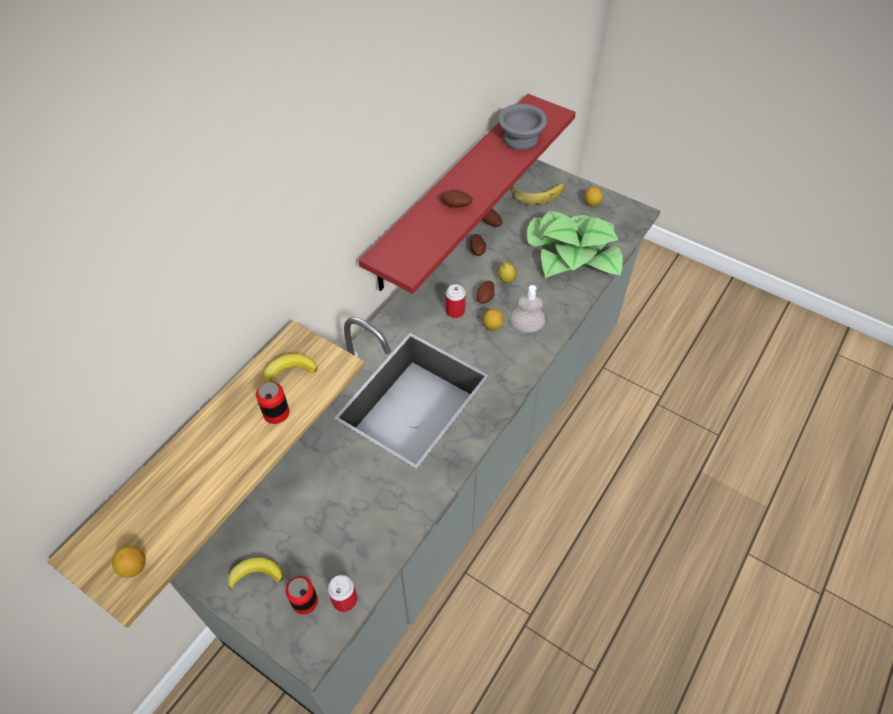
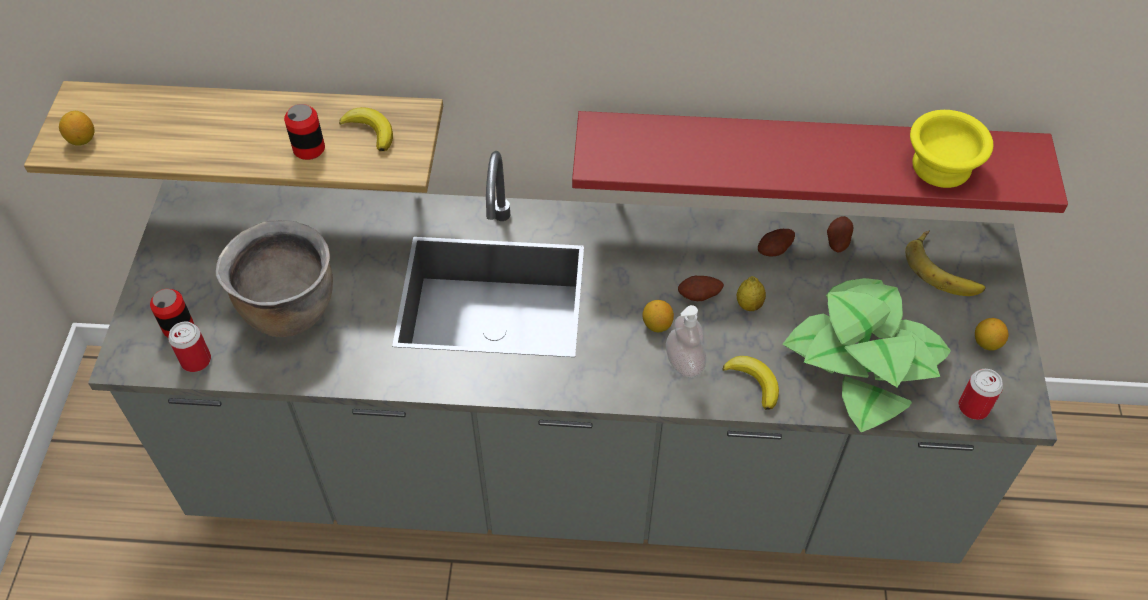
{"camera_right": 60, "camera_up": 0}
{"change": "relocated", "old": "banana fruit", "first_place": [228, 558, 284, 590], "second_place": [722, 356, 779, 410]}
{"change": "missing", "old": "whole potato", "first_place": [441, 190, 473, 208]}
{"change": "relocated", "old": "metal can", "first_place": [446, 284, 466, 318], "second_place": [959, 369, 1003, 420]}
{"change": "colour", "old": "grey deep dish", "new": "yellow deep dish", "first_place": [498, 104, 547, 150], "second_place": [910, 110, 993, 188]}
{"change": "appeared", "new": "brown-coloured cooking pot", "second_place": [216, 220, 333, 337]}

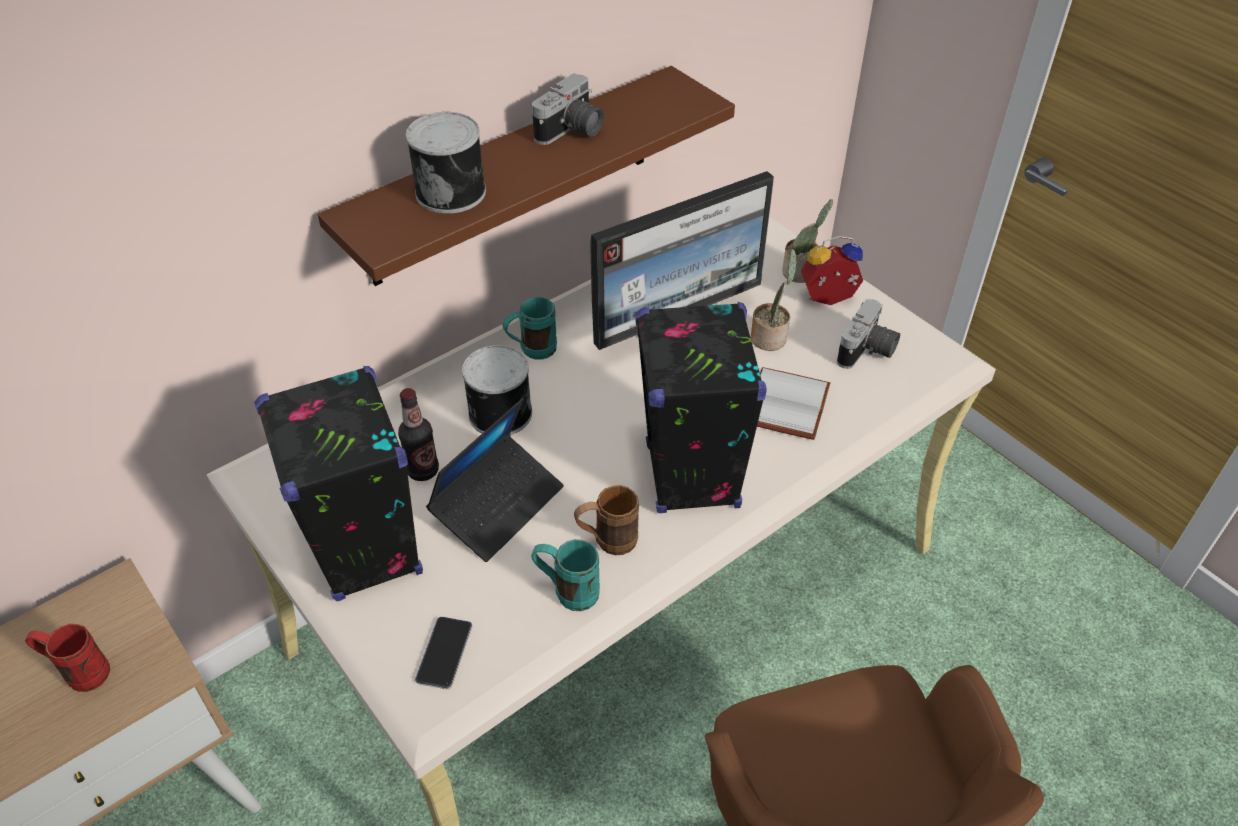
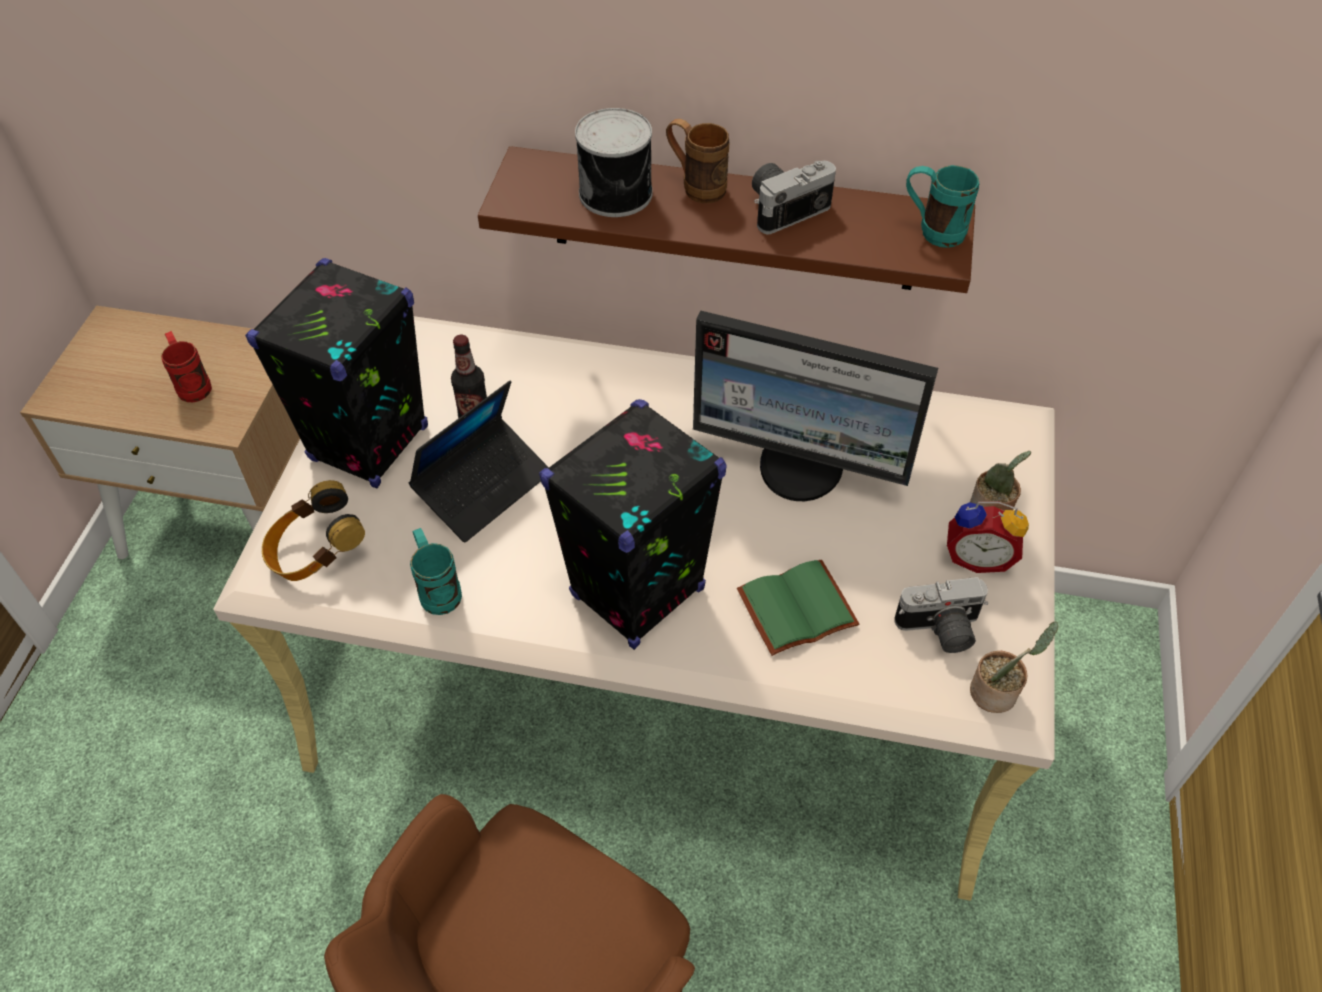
{"camera_right": 50, "camera_up": 5}
{"change": "exchanged", "old": "telephone", "new": "pair of headphones", "first_place": [415, 617, 473, 689], "second_place": [262, 480, 365, 581]}
{"change": "spun", "old": "notebook computer", "first_place": [426, 398, 564, 562], "second_place": [409, 381, 549, 542], "degrees": -45}
{"change": "missing", "old": "metal can", "first_place": [462, 345, 532, 435]}
{"change": "relocated", "old": "turquoise-coloured mug", "first_place": [503, 297, 557, 360], "second_place": [906, 165, 979, 248]}
{"change": "spun", "old": "still camera", "first_place": [532, 73, 604, 145], "second_place": [752, 161, 836, 235], "degrees": 150}
{"change": "relocated", "old": "brown-coloured mug", "first_place": [574, 485, 639, 555], "second_place": [666, 119, 729, 203]}
{"change": "relocated", "old": "plant in a pot", "first_place": [751, 249, 797, 351], "second_place": [970, 622, 1058, 713]}
{"change": "colour", "old": "white volume", "new": "green-coloured volume", "first_place": [757, 367, 830, 440], "second_place": [737, 559, 859, 656]}
{"change": "spun", "old": "alarm clock", "first_place": [801, 236, 863, 305], "second_place": [947, 501, 1029, 573], "degrees": 150}

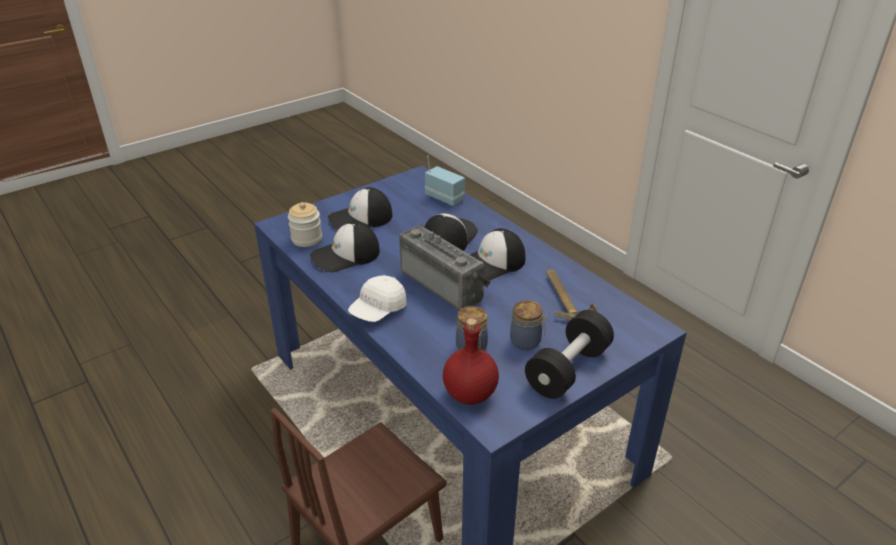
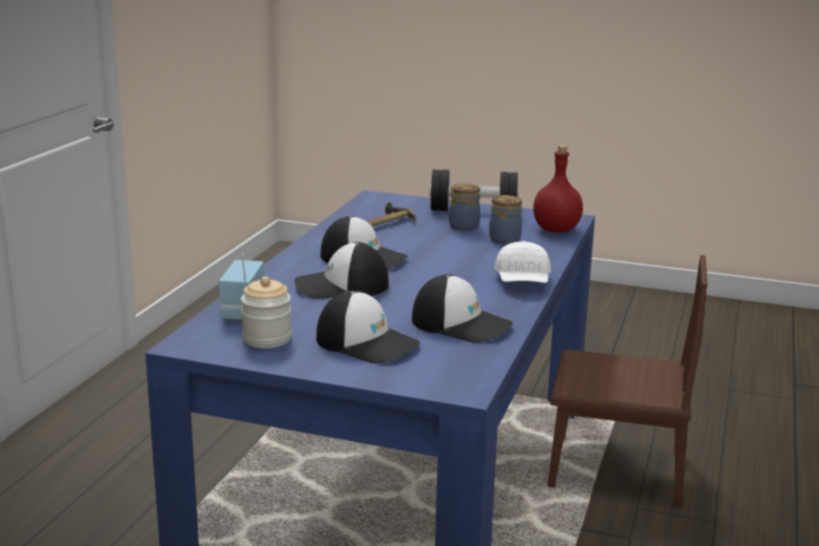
{"camera_right": -125, "camera_up": -15}
{"change": "relocated", "old": "storage jar", "first_place": [288, 202, 322, 247], "second_place": [241, 276, 292, 348]}
{"change": "spun", "old": "white cap", "first_place": [348, 275, 407, 322], "second_place": [494, 241, 551, 283], "degrees": 90}
{"change": "missing", "old": "radio", "first_place": [399, 225, 491, 310]}

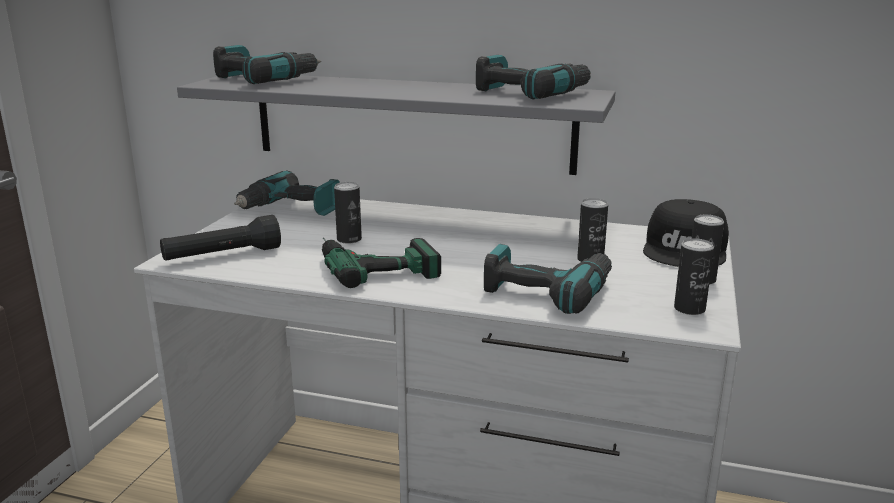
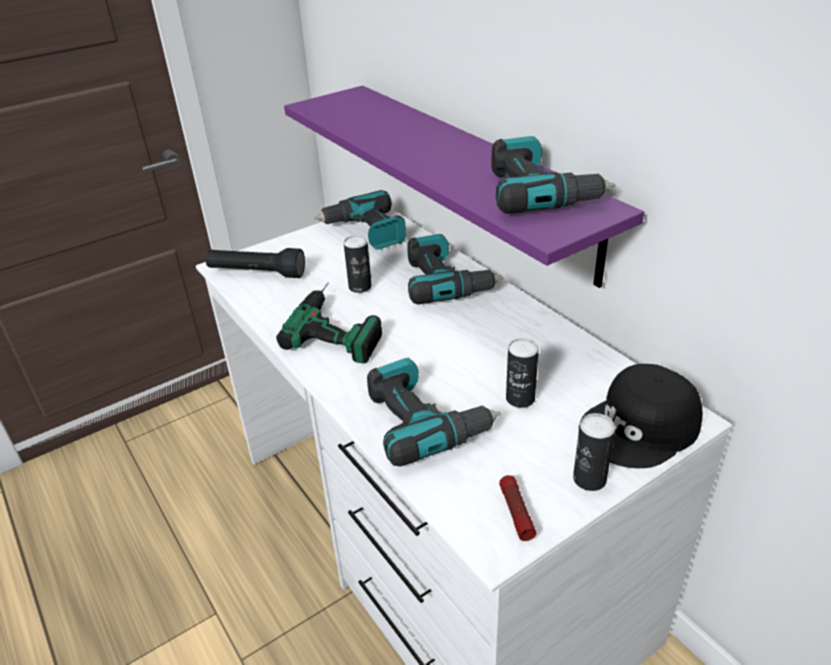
{"camera_right": 40, "camera_up": 15}
{"change": "colour", "old": "grey wall shelf", "new": "purplish wall shelf", "first_place": [177, 75, 615, 175], "second_place": [284, 86, 644, 288]}
{"change": "relocated", "old": "electric drill", "first_place": [213, 45, 321, 84], "second_place": [407, 234, 503, 305]}
{"change": "exchanged", "old": "metal can", "new": "hand torch", "first_place": [674, 238, 714, 315], "second_place": [499, 475, 536, 541]}

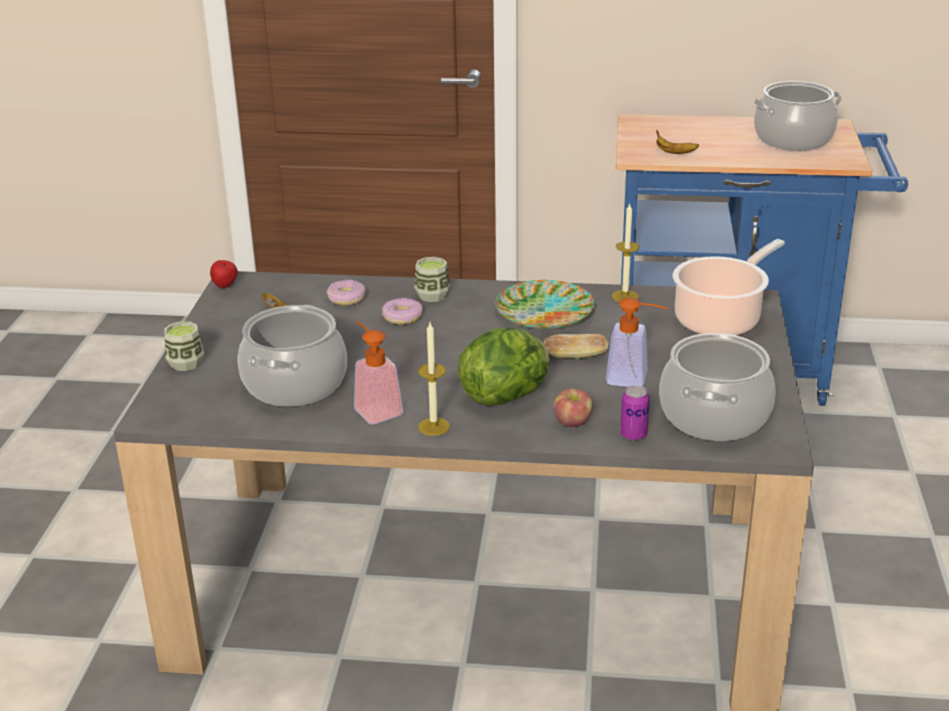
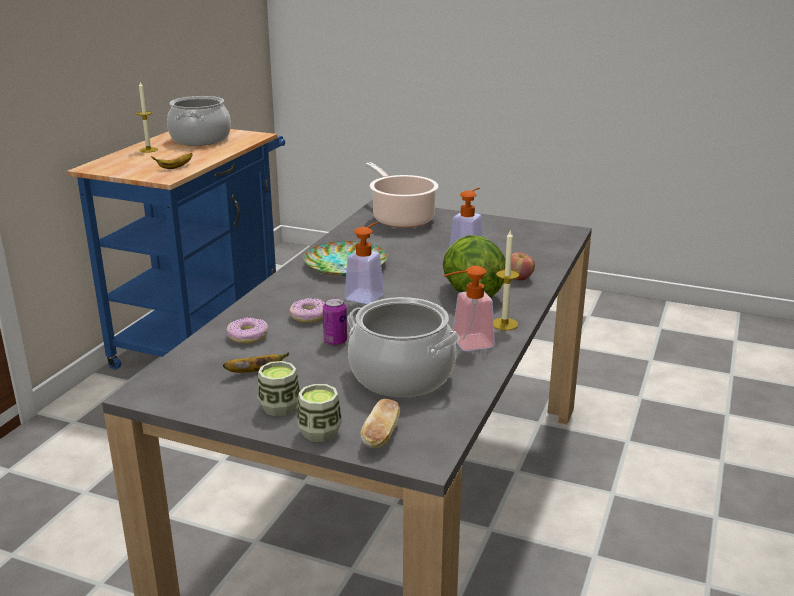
{"camera_right": -75, "camera_up": -5}
{"change": "missing", "old": "apple", "first_place": [210, 260, 238, 288]}
{"change": "relocated", "old": "small cup", "first_place": [414, 257, 450, 302], "second_place": [257, 361, 300, 416]}
{"change": "relocated", "old": "baked bread", "first_place": [544, 334, 609, 359], "second_place": [360, 399, 400, 448]}
{"change": "relocated", "old": "candle", "first_place": [612, 203, 639, 302], "second_place": [136, 82, 158, 153]}
{"change": "relocated", "old": "metal can", "first_place": [620, 385, 650, 440], "second_place": [323, 298, 347, 346]}
{"change": "missing", "old": "cooking pot", "first_place": [659, 333, 775, 441]}
{"change": "appeared", "new": "soap bottle", "second_place": [345, 222, 384, 304]}

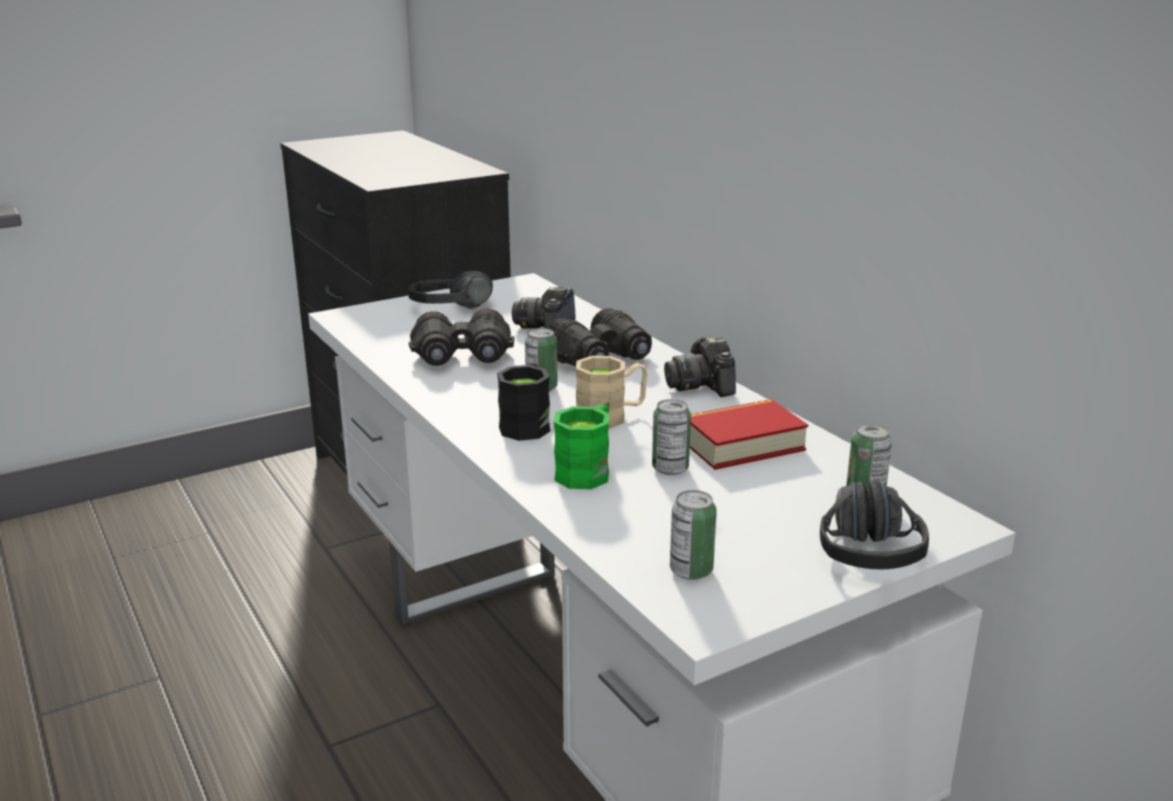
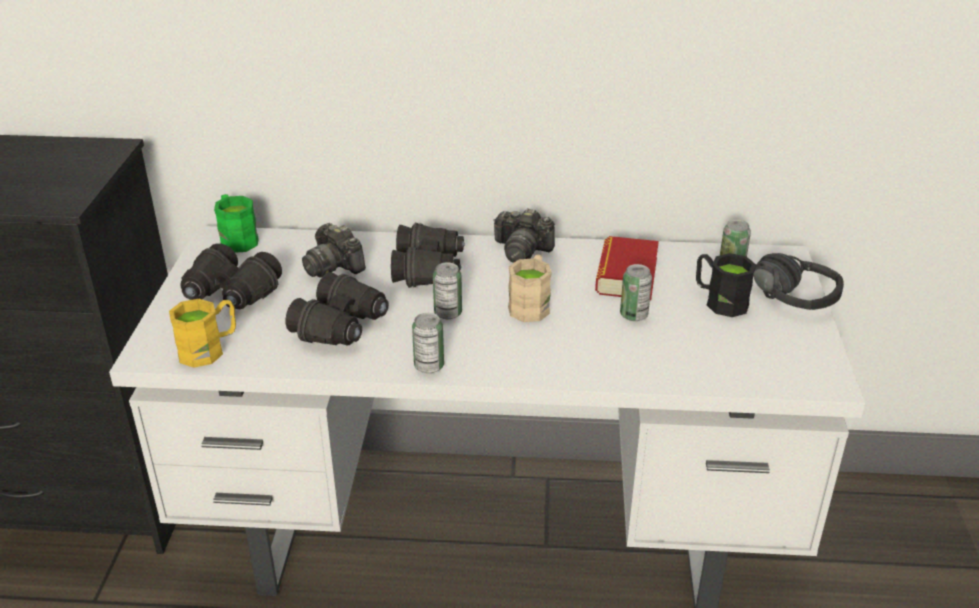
{"camera_right": -55, "camera_up": 10}
{"change": "exchanged", "old": "blackish pair of headphones", "new": "blackish binoculars", "first_place": [408, 271, 493, 309], "second_place": [180, 243, 282, 309]}
{"change": "relocated", "old": "blackish mug", "first_place": [497, 363, 550, 441], "second_place": [696, 253, 756, 317]}
{"change": "relocated", "old": "green-coloured mug", "first_place": [554, 405, 609, 489], "second_place": [214, 194, 259, 253]}
{"change": "relocated", "old": "metal can", "first_place": [670, 490, 717, 580], "second_place": [412, 313, 444, 373]}
{"change": "appeared", "new": "yellow mug", "second_place": [169, 299, 236, 368]}

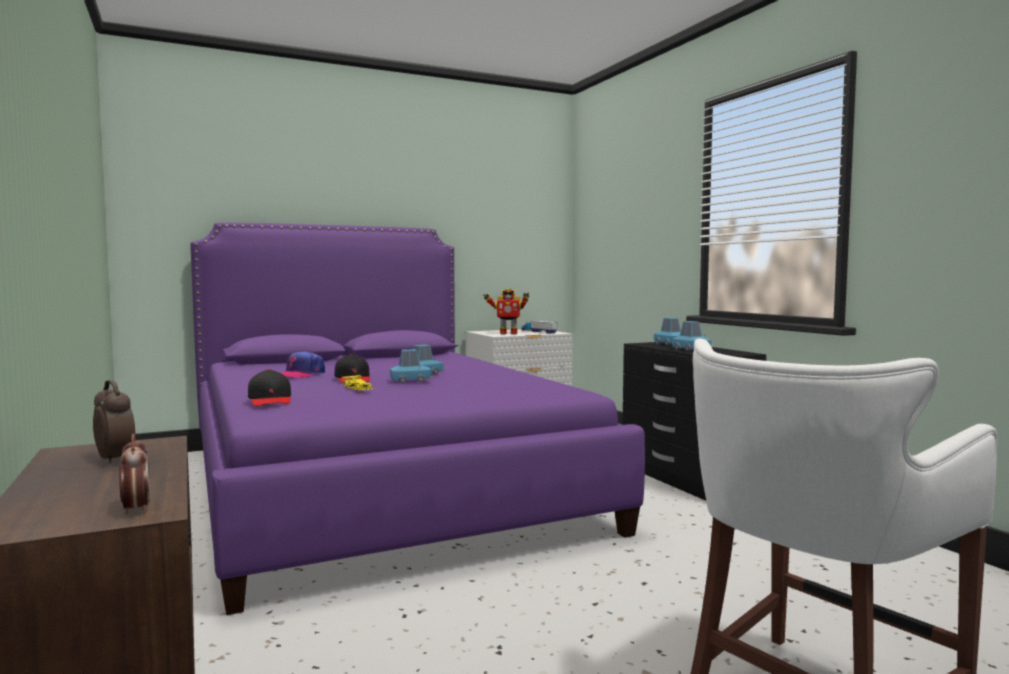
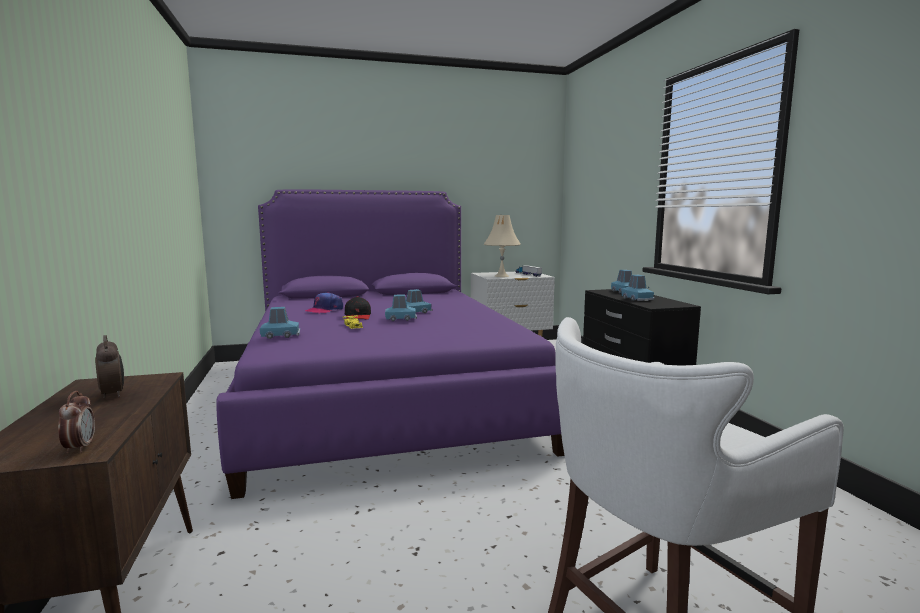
{"camera_right": 10, "camera_up": 5}
{"change": "exchanged", "old": "blackish cap", "new": "blue miniature car", "first_place": [248, 369, 291, 406], "second_place": [260, 307, 300, 339]}
{"change": "exchanged", "old": "robot figure", "new": "beige-coloured lamp for a table", "first_place": [483, 289, 529, 335], "second_place": [484, 215, 521, 277]}

